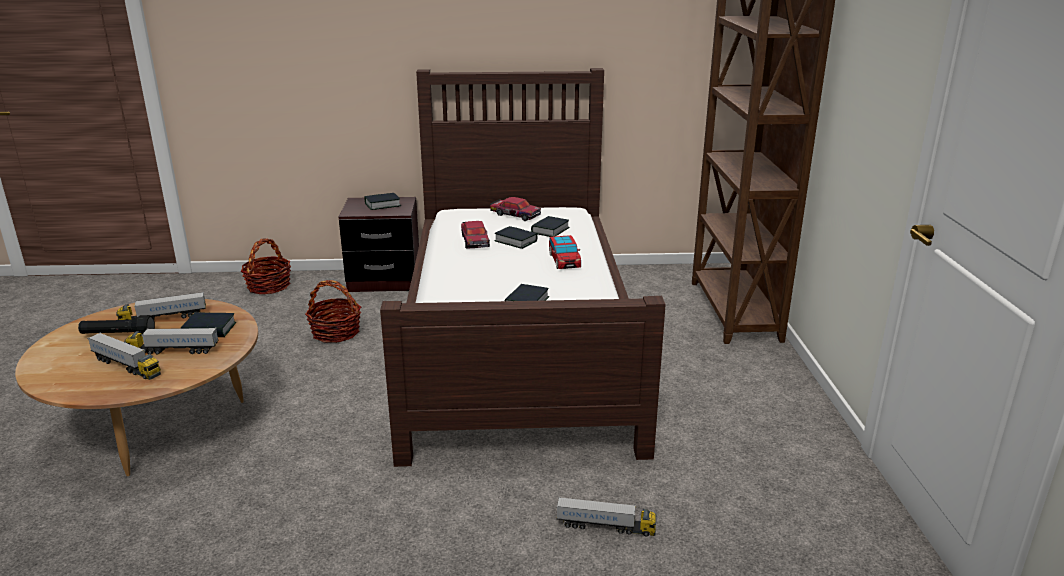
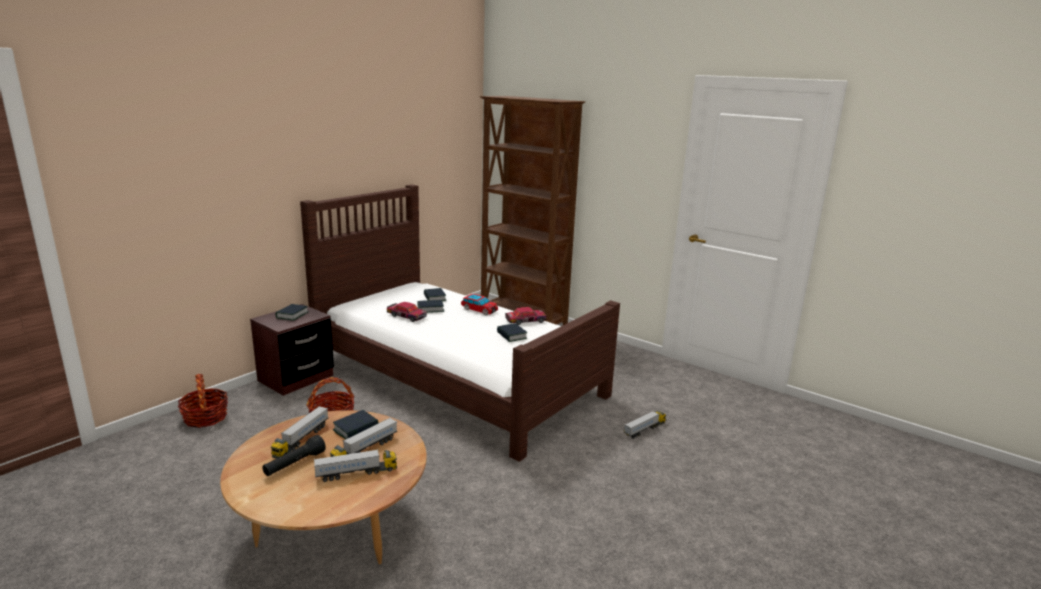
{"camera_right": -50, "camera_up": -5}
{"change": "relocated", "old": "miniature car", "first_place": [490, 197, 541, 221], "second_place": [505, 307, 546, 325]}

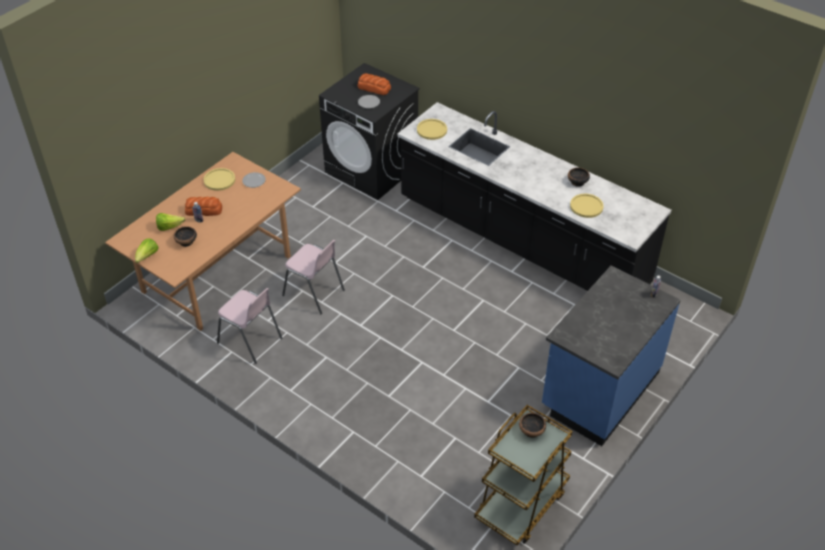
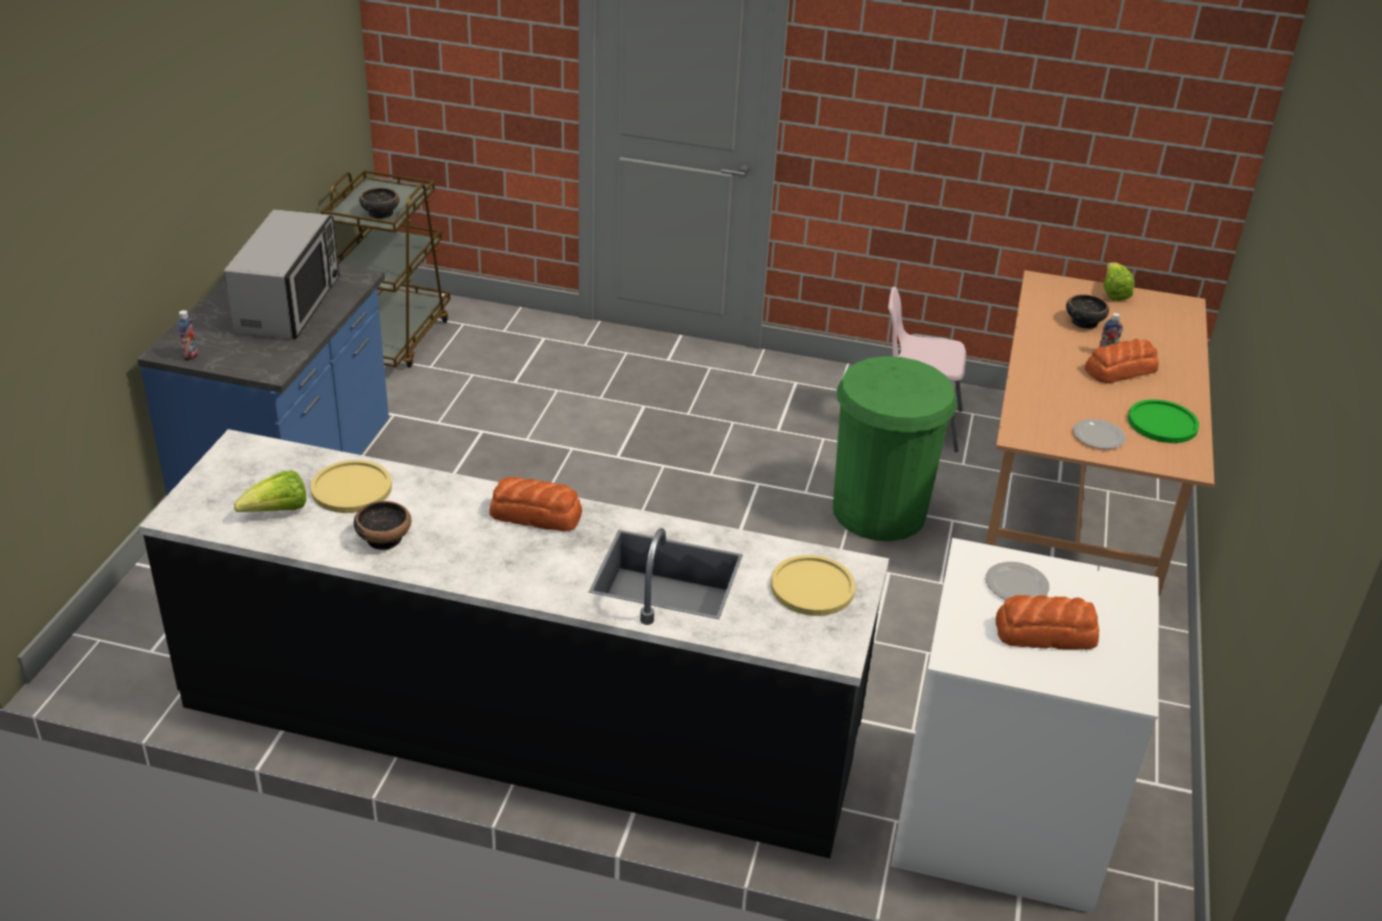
{"camera_right": 155, "camera_up": -10}
{"change": "relocated", "old": "lettuce head", "first_place": [156, 213, 185, 231], "second_place": [234, 470, 306, 512]}
{"change": "colour", "old": "yellow dinner plate", "new": "green-coloured dinner plate", "first_place": [203, 168, 235, 191], "second_place": [1128, 399, 1199, 443]}
{"change": "exchanged", "old": "pink chair", "new": "green-coloured trash can", "first_place": [282, 240, 345, 314], "second_place": [833, 356, 957, 541]}
{"change": "colour", "old": "blackish laundry appliance", "new": "white laundry appliance", "first_place": [319, 63, 420, 200], "second_place": [891, 538, 1159, 913]}
{"change": "appeared", "new": "microwave", "second_place": [224, 209, 340, 339]}
{"change": "appeared", "new": "baked bread", "second_place": [489, 477, 582, 531]}

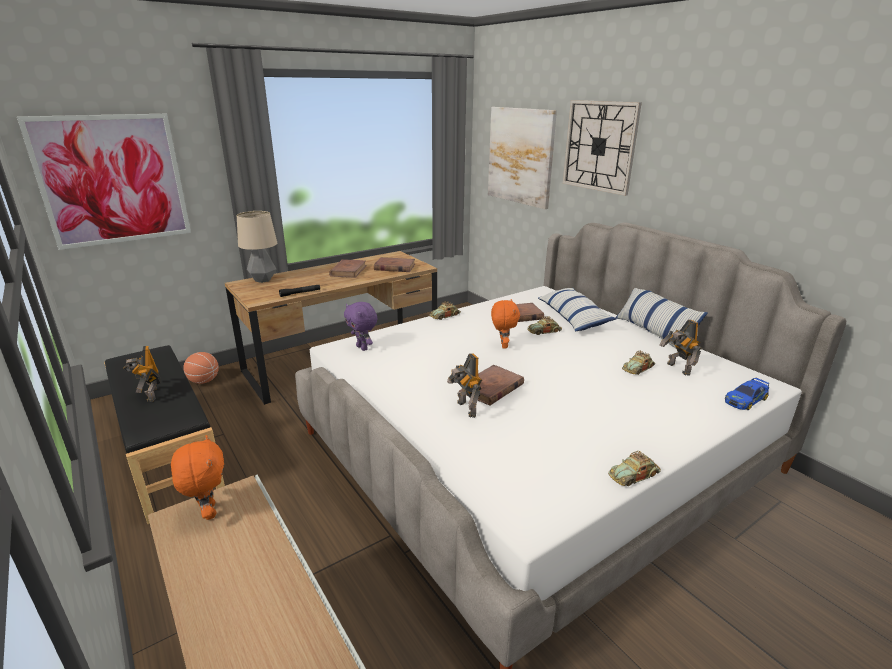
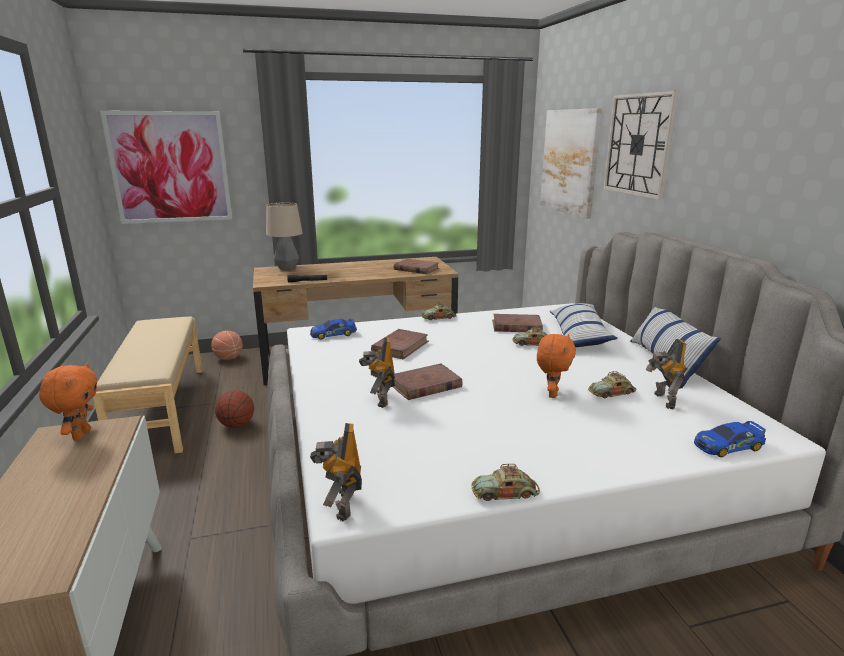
{"camera_right": 20, "camera_up": -5}
{"change": "colour", "old": "blackish bench", "new": "beige-coloured bench", "first_place": [104, 345, 225, 524], "second_place": [93, 317, 202, 453]}
{"change": "relocated", "old": "robot figure", "first_place": [123, 346, 161, 402], "second_place": [310, 423, 362, 522]}
{"change": "relocated", "old": "brown-coloured volume", "first_place": [329, 259, 367, 278], "second_place": [371, 329, 429, 359]}
{"change": "exchanged", "old": "purplish cuddly toy", "new": "miniature car", "first_place": [344, 302, 377, 351], "second_place": [310, 319, 357, 340]}
{"change": "relocated", "old": "orangey cuddly toy", "first_place": [491, 299, 520, 349], "second_place": [537, 334, 576, 398]}
{"change": "appeared", "new": "basketball ball", "second_place": [215, 390, 254, 428]}

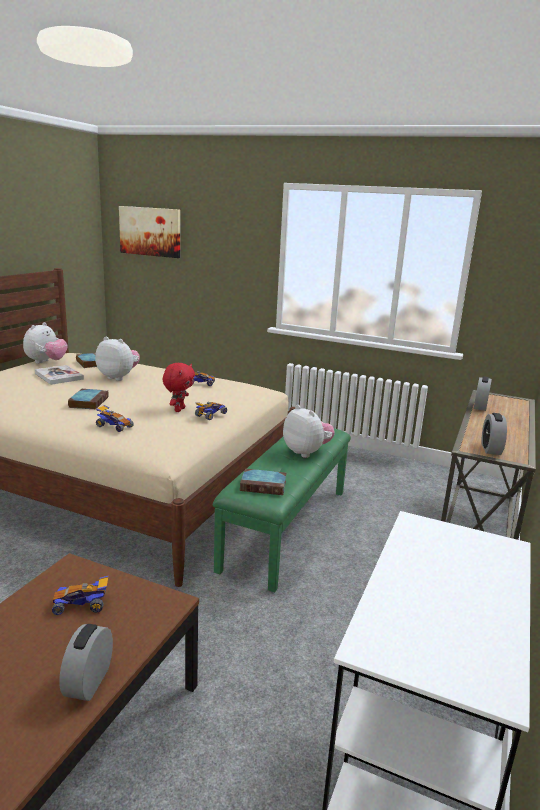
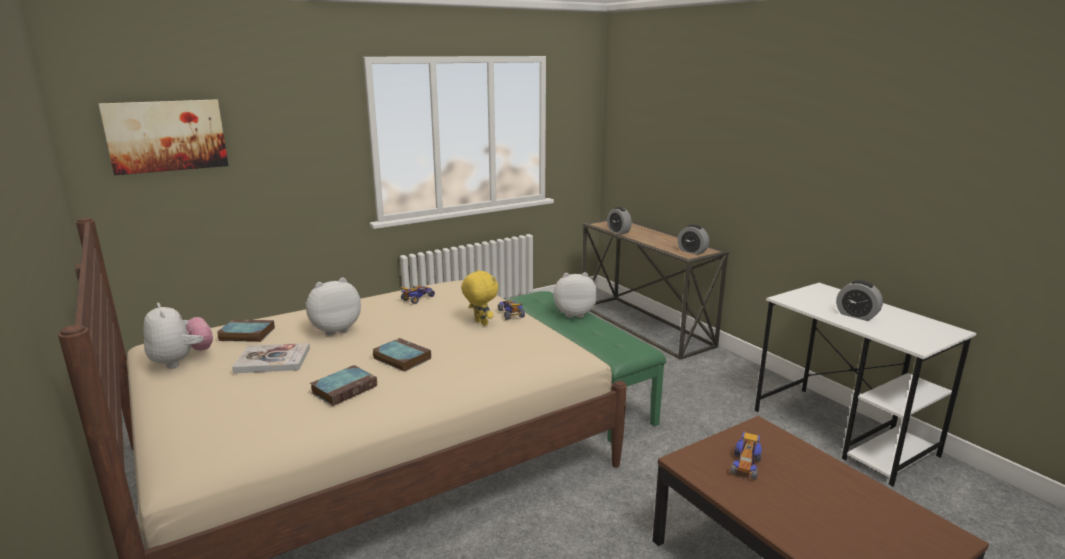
{"camera_right": -55, "camera_up": 0}
{"change": "relocated", "old": "alarm clock", "first_place": [59, 624, 113, 701], "second_place": [836, 280, 883, 321]}
{"change": "missing", "old": "miniature car", "first_place": [96, 405, 134, 432]}
{"change": "colour", "old": "red cuddly toy", "new": "yellow cuddly toy", "first_place": [162, 363, 195, 412], "second_place": [461, 270, 498, 326]}
{"change": "relocated", "old": "volume", "first_place": [240, 469, 287, 495], "second_place": [310, 365, 377, 406]}

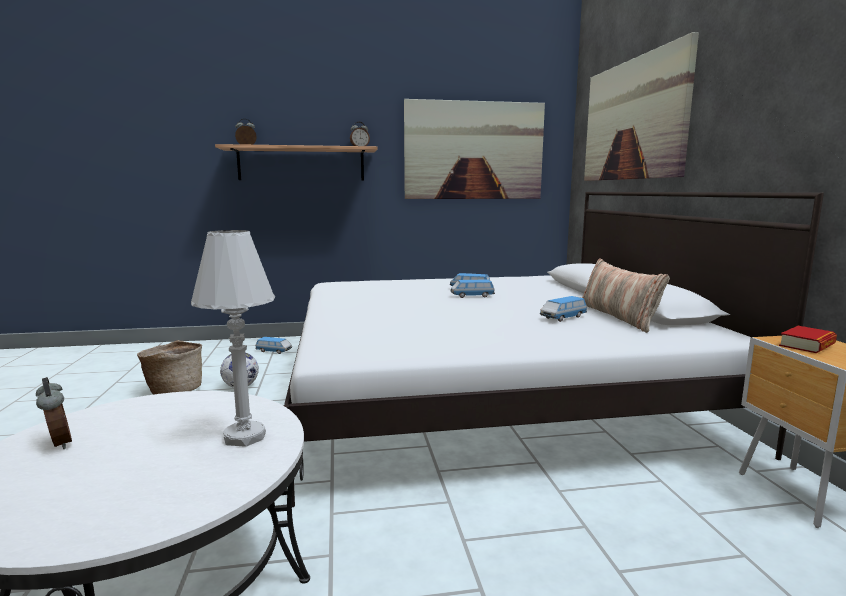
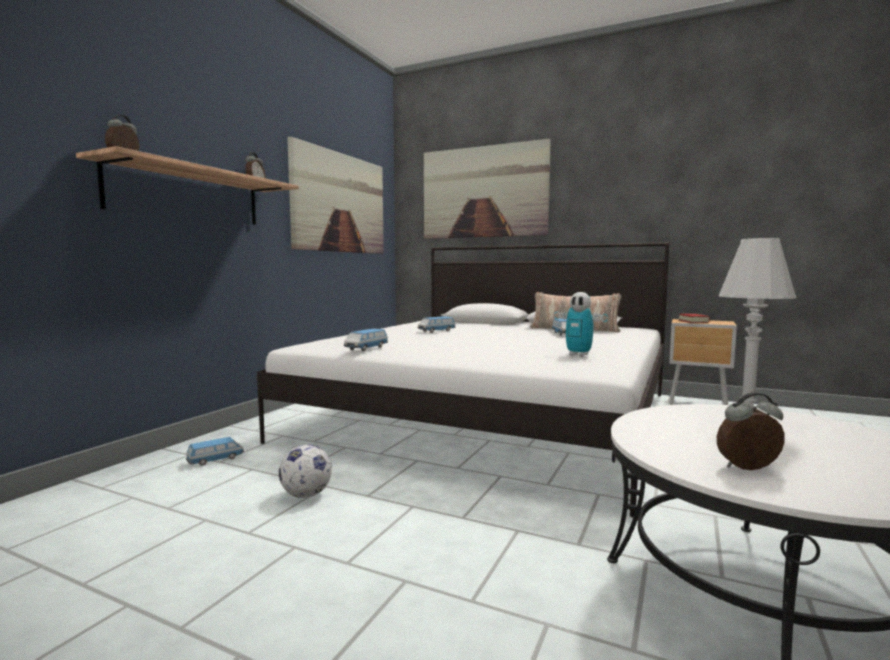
{"camera_right": -55, "camera_up": -5}
{"change": "missing", "old": "storage basket", "first_place": [137, 340, 202, 395]}
{"change": "relocated", "old": "miniature car", "first_place": [451, 280, 495, 298], "second_place": [344, 328, 388, 351]}
{"change": "appeared", "new": "robot figure", "second_place": [554, 292, 608, 357]}

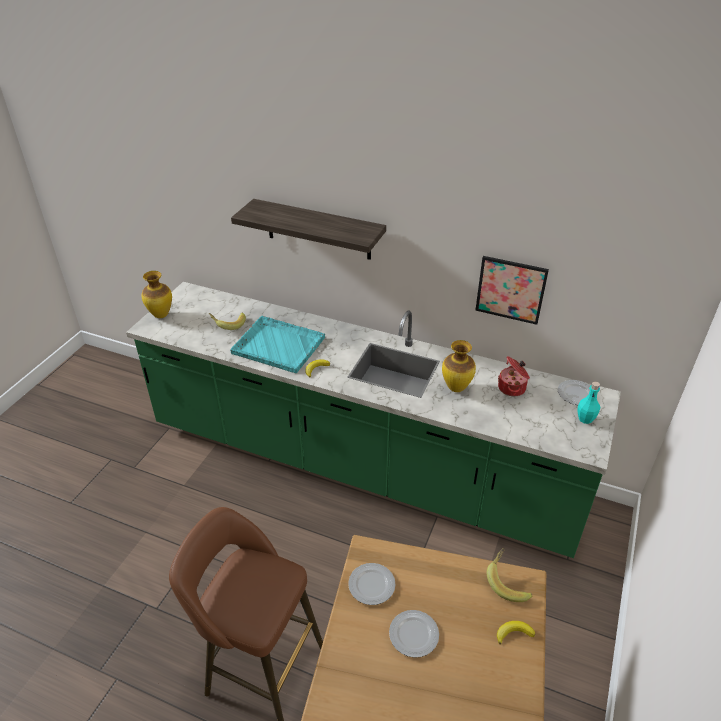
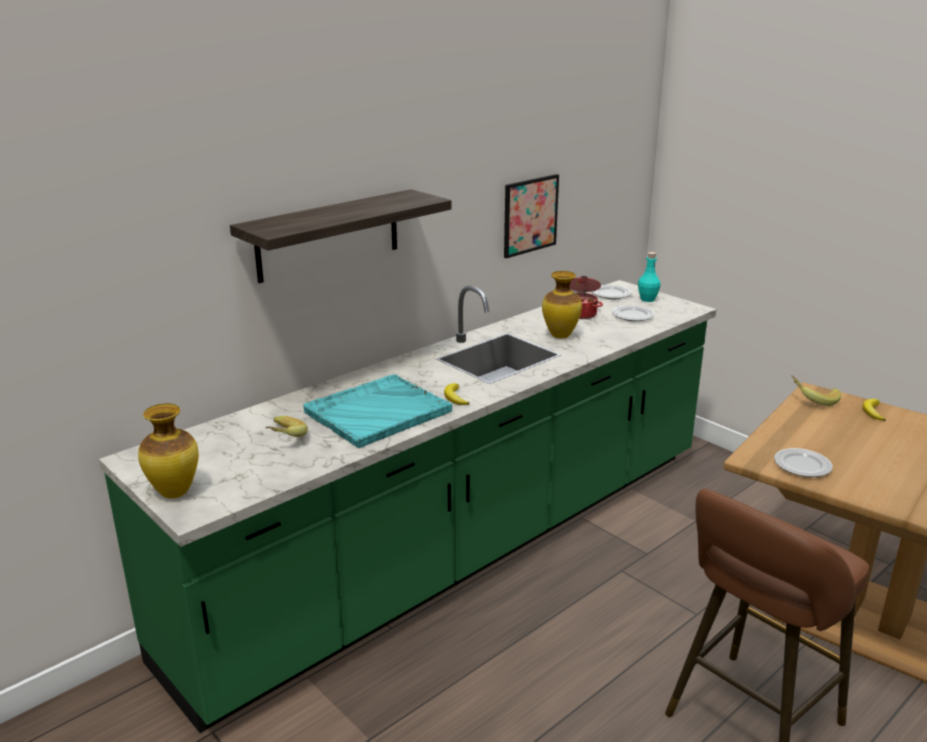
{"camera_right": -65, "camera_up": -15}
{"change": "relocated", "old": "dinner plate", "first_place": [389, 610, 439, 658], "second_place": [612, 305, 655, 321]}

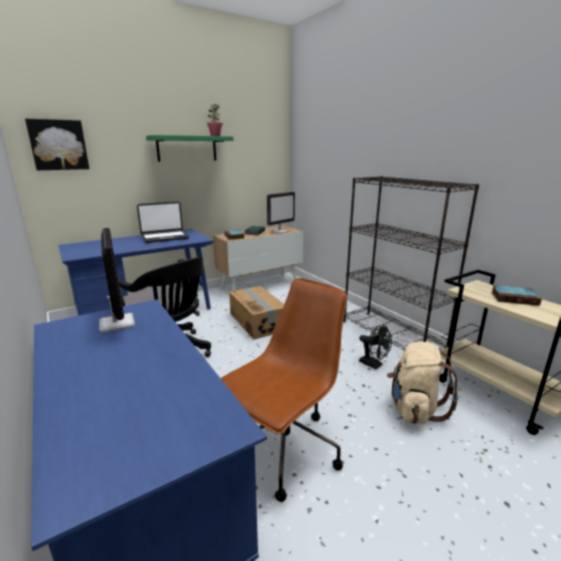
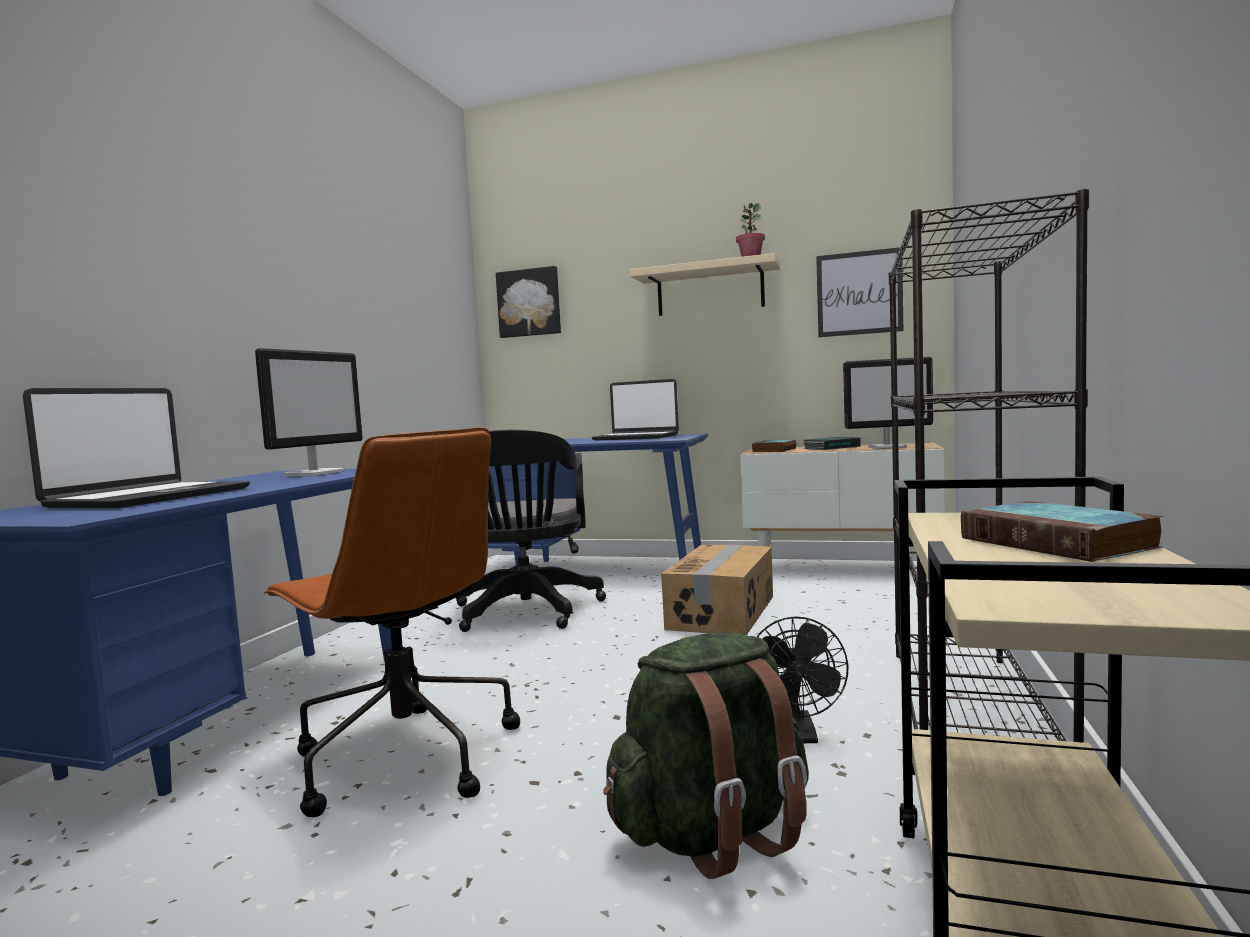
{"camera_right": 50, "camera_up": -15}
{"change": "colour", "old": "green-coloured wall shelf", "new": "beige-coloured wall shelf", "first_place": [146, 135, 234, 162], "second_place": [630, 253, 780, 316]}
{"change": "spun", "old": "brown-coloured desk chair", "first_place": [221, 278, 347, 502], "second_place": [263, 427, 520, 817], "degrees": 45}
{"change": "colour", "old": "beige-coloured knapsack", "new": "green-coloured knapsack", "first_place": [387, 342, 459, 425], "second_place": [603, 632, 809, 879]}
{"change": "appeared", "new": "notebook computer", "second_place": [23, 388, 250, 508]}
{"change": "appeared", "new": "picture", "second_place": [816, 247, 903, 337]}

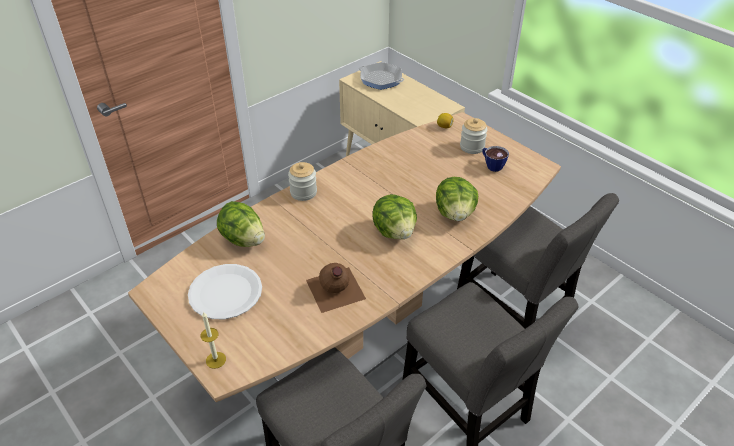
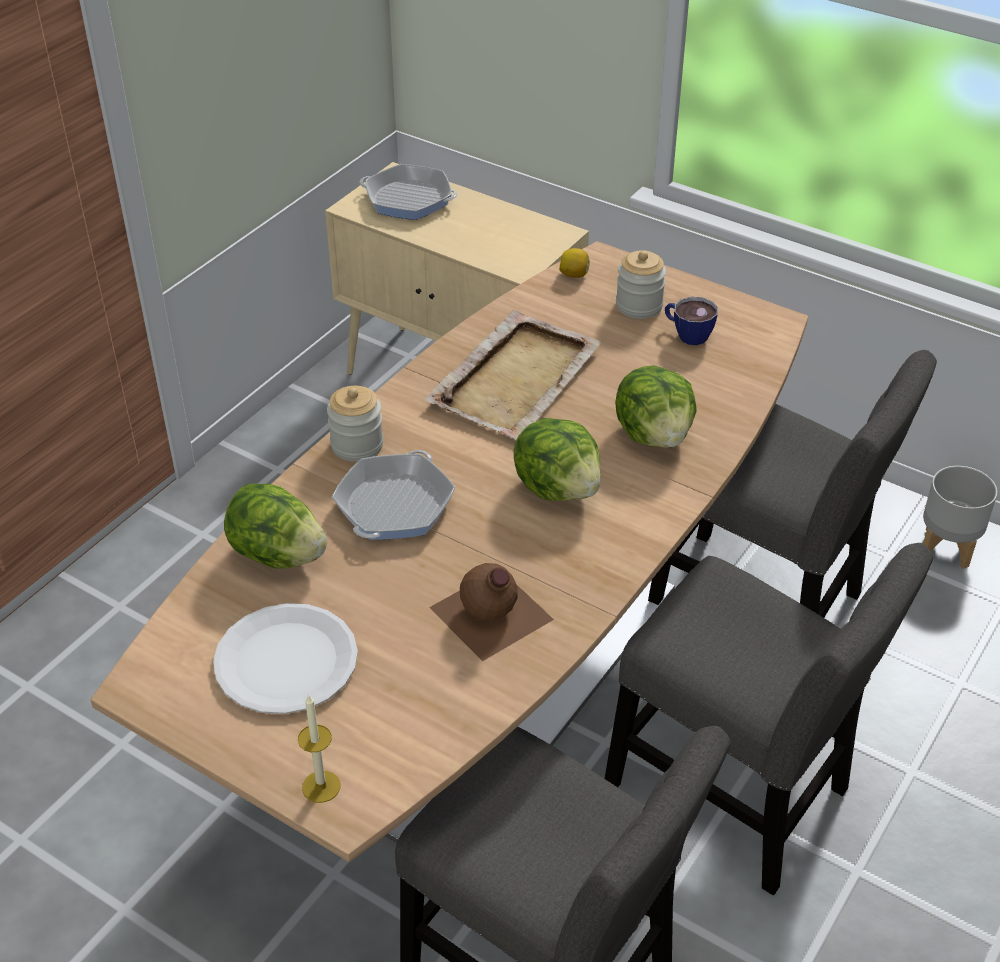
{"camera_right": -15, "camera_up": 0}
{"change": "appeared", "new": "skillet", "second_place": [332, 450, 455, 540]}
{"change": "appeared", "new": "beige-coloured serving tray", "second_place": [425, 310, 601, 440]}
{"change": "appeared", "new": "grey flower pot", "second_place": [923, 466, 997, 569]}

